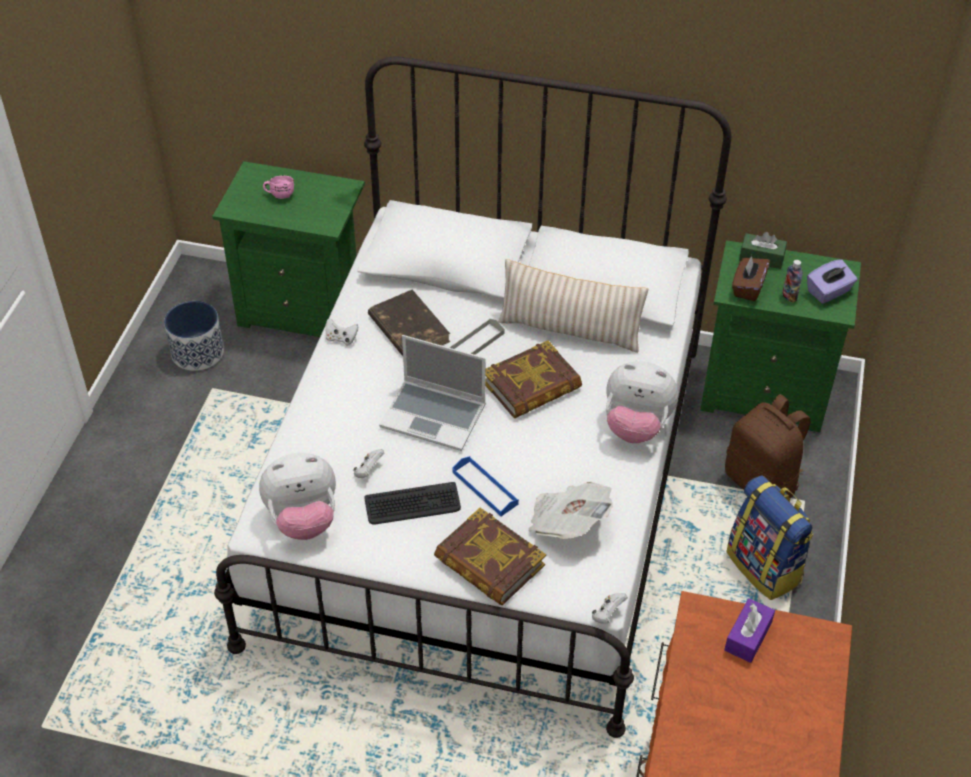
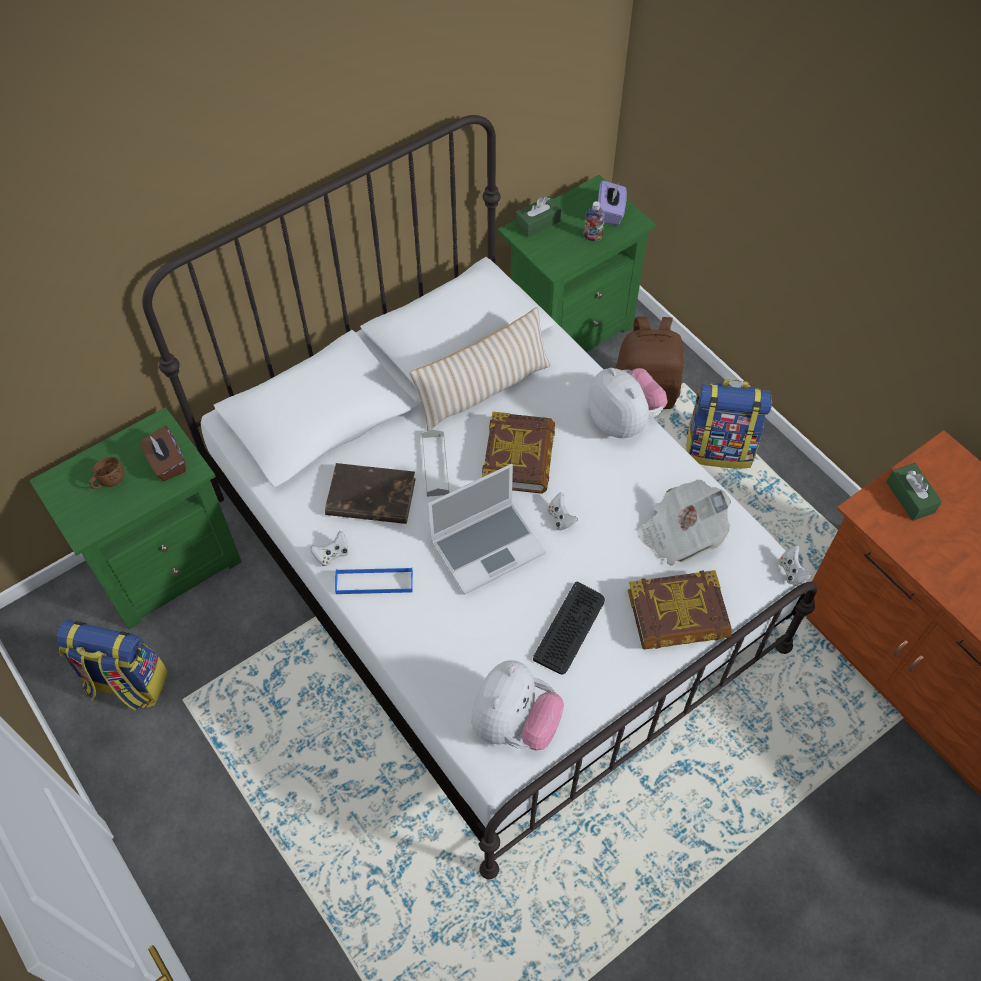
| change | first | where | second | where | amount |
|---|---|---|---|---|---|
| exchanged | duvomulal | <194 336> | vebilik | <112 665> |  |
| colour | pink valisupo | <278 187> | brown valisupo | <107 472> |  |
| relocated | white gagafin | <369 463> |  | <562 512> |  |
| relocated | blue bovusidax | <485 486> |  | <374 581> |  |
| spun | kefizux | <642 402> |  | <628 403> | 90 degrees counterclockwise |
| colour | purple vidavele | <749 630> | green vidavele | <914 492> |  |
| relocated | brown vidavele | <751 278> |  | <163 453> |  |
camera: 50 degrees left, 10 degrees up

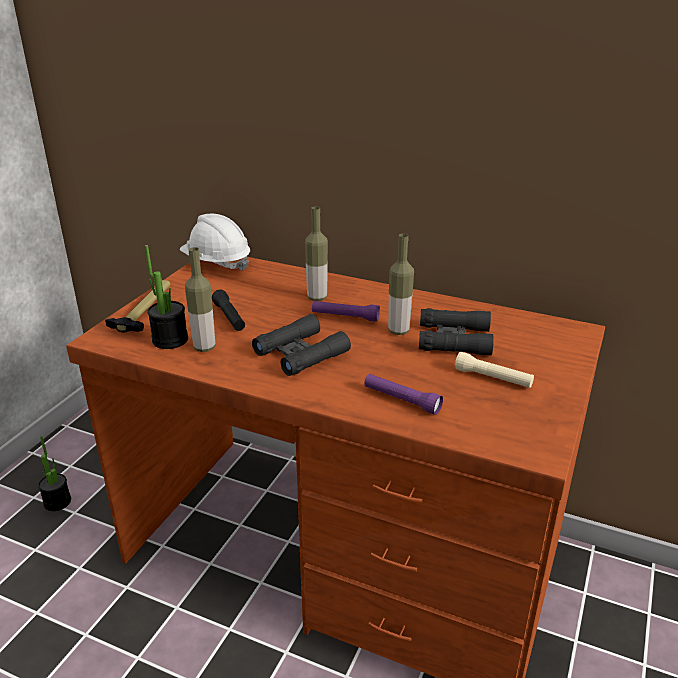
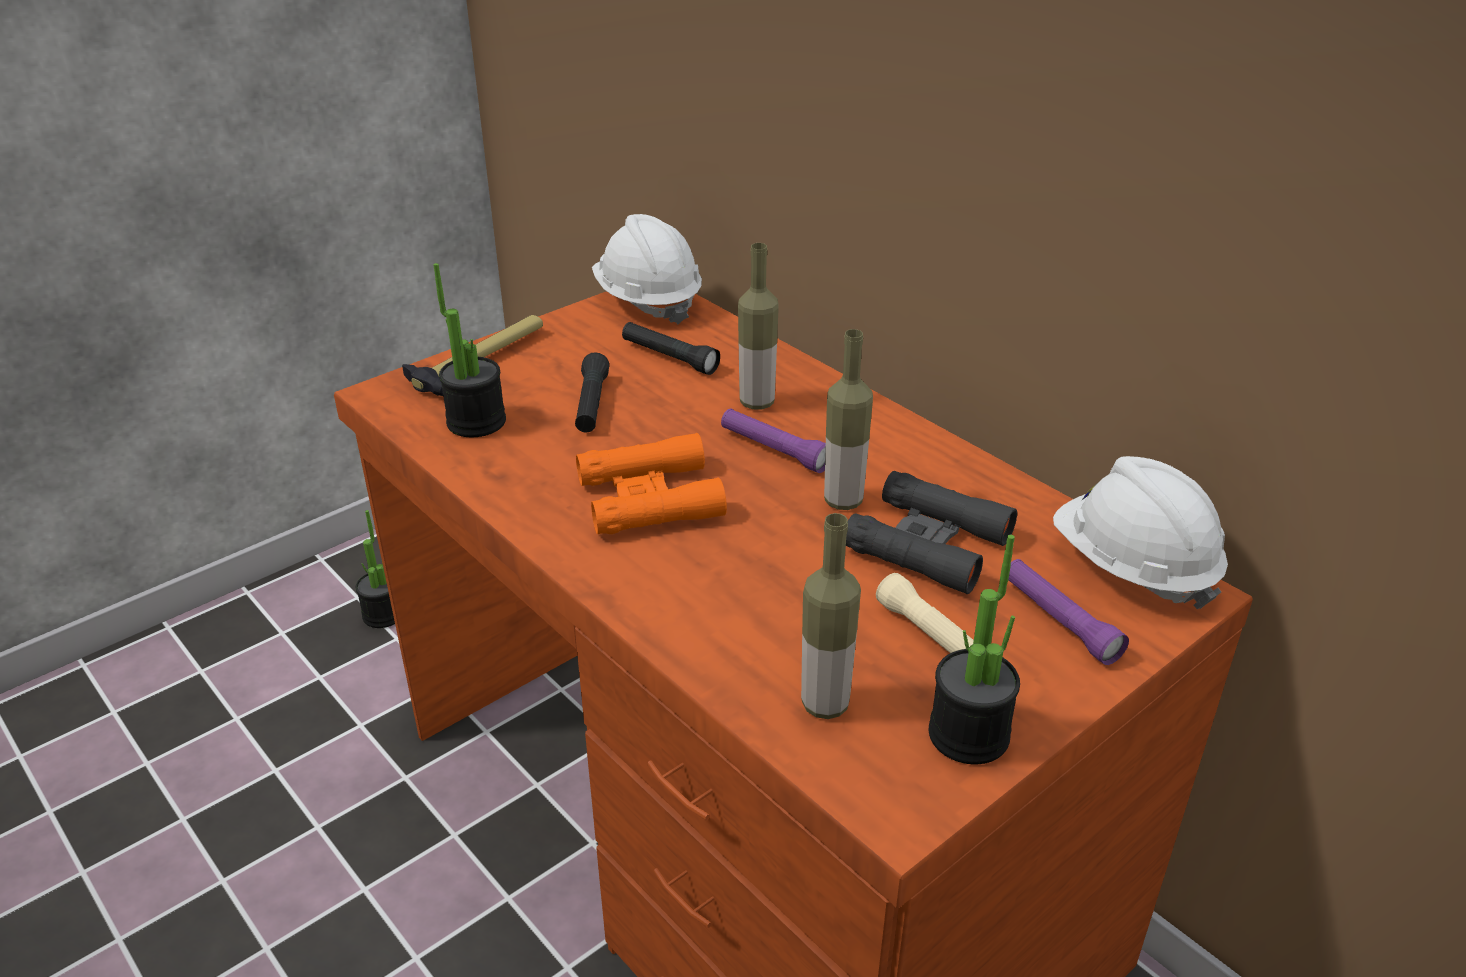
| change | first | where | second | where | amount |
|---|---|---|---|---|---|
| relocated | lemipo | <200 299> |  | <831 616> |  |
| colour | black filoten | <301 345> | orange filoten | <651 483> |  |
| relocated | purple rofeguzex | <403 394> |  | <1068 612> |  |
| appeared |  |  | black rofeguzex | <671 348> |  |
| appeared |  |  | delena | <974 649> |  |
| appeared |  |  | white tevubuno | <1140 532> |  |
camera: 25 degrees right, 5 degrees up

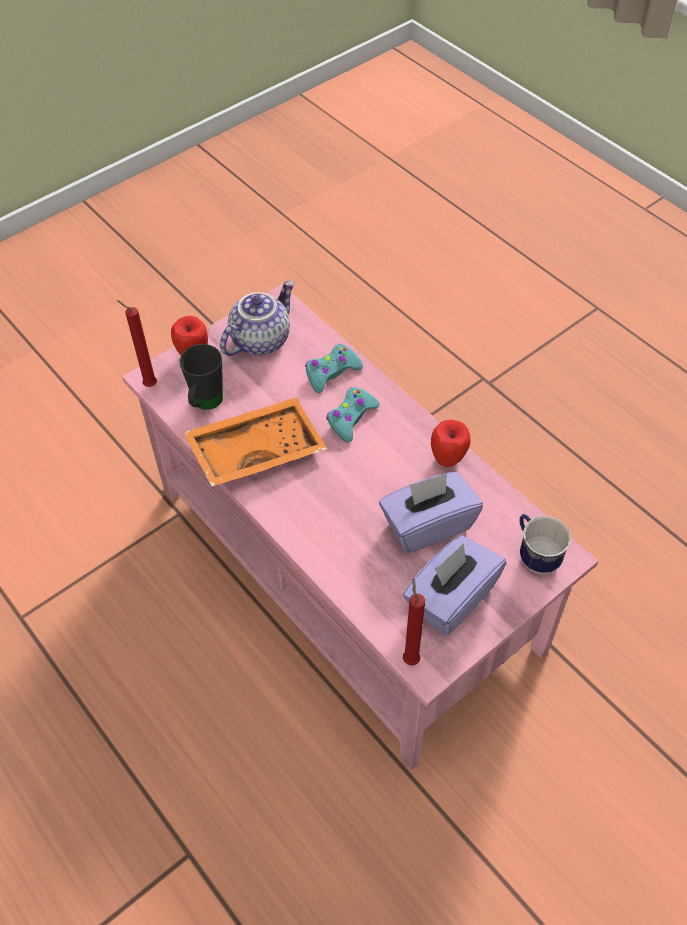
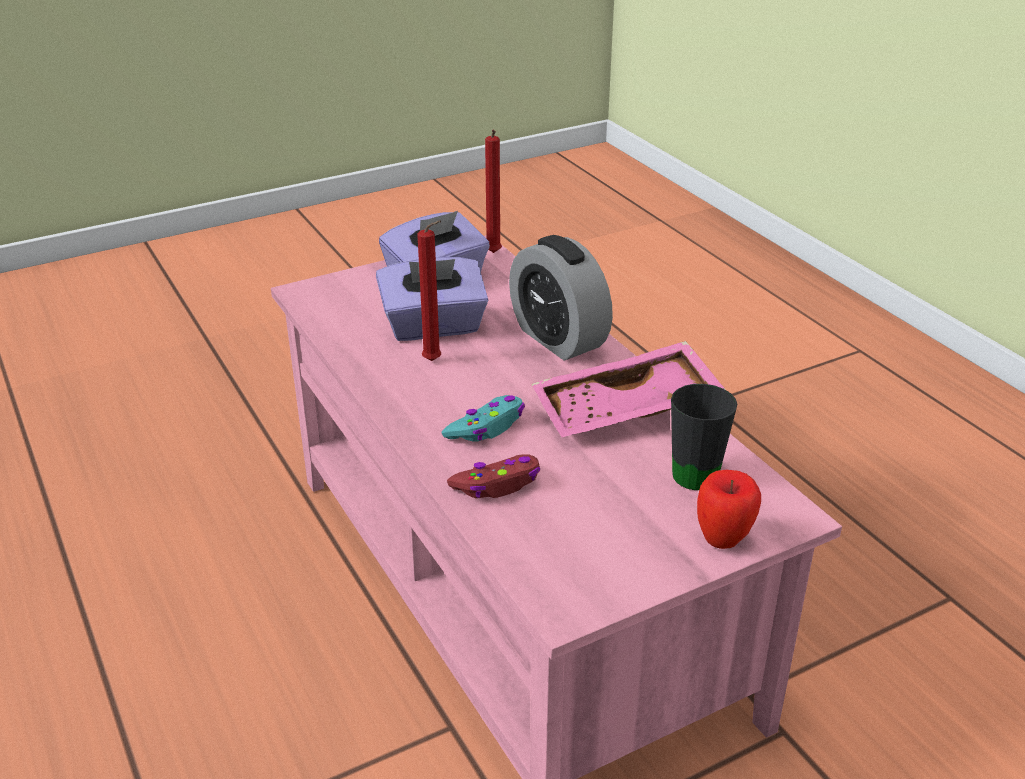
| change | first | where | second | where | amount |
|---|---|---|---|---|---|
| relocated | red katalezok | <137 343> |  | <429 290> |  |
| colour | orange bovusidax | <255 442> | pink bovusidax | <628 389> |  |
| missing | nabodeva | <257 318> |  |  |  |
| colour | turquoise gagafin | <334 368> | red gagafin | <493 476> |  |
| missing | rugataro | <450 443> |  |  |  |
| missing | valisupo | <545 544> |  |  |  |
| appeared |  |  | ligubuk | <561 297> |  |
camera: 170 degrees left, 20 degrees down

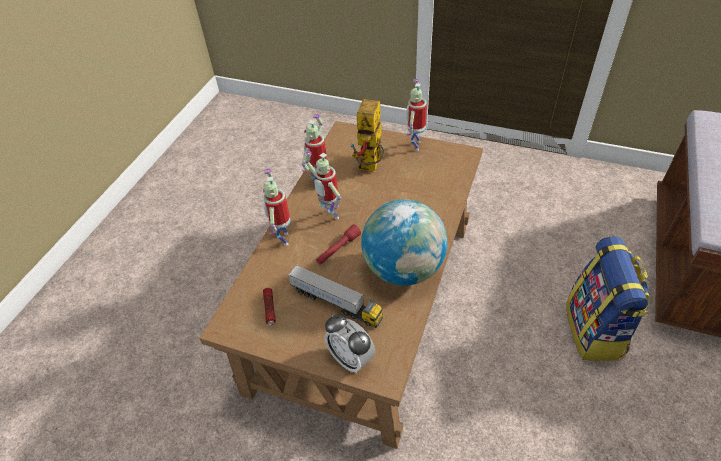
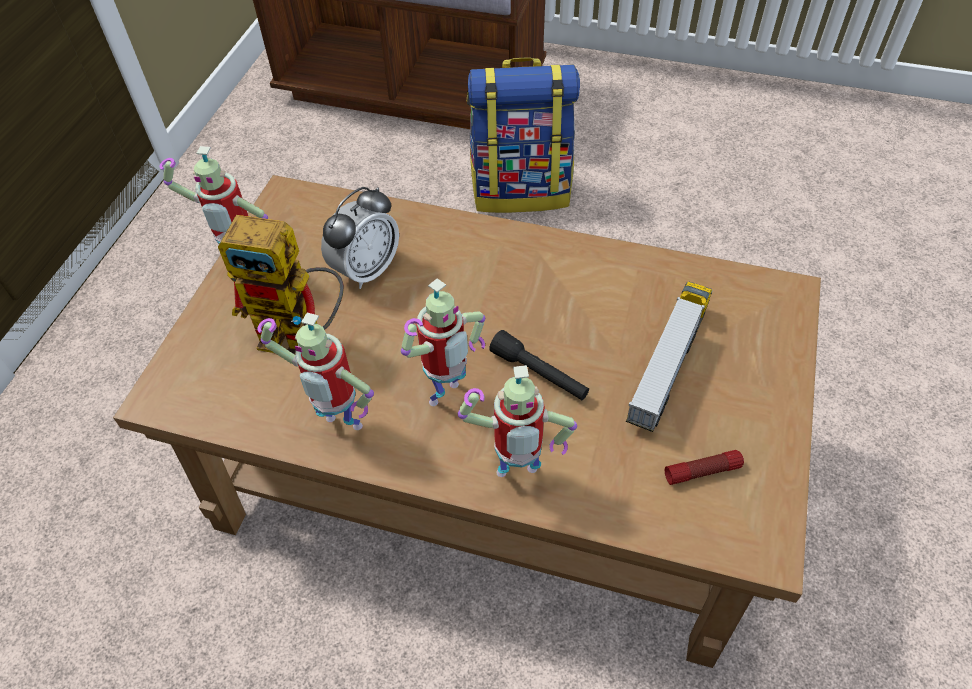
| change | first | where | second | where | amount |
|---|---|---|---|---|---|
| colour | red rofeguzex | <338 244> | black rofeguzex | <539 365> |  |
| relocated | ligubuk | <350 344> |  | <360 238> |  |
| missing | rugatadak | <404 242> |  |  |  |
camera: 95 degrees left, 5 degrees up

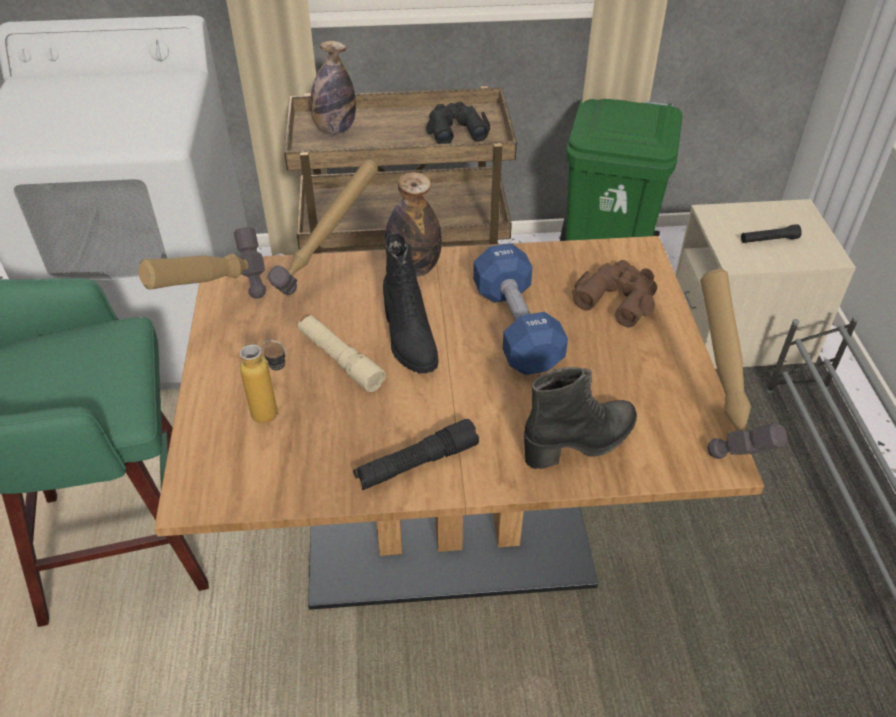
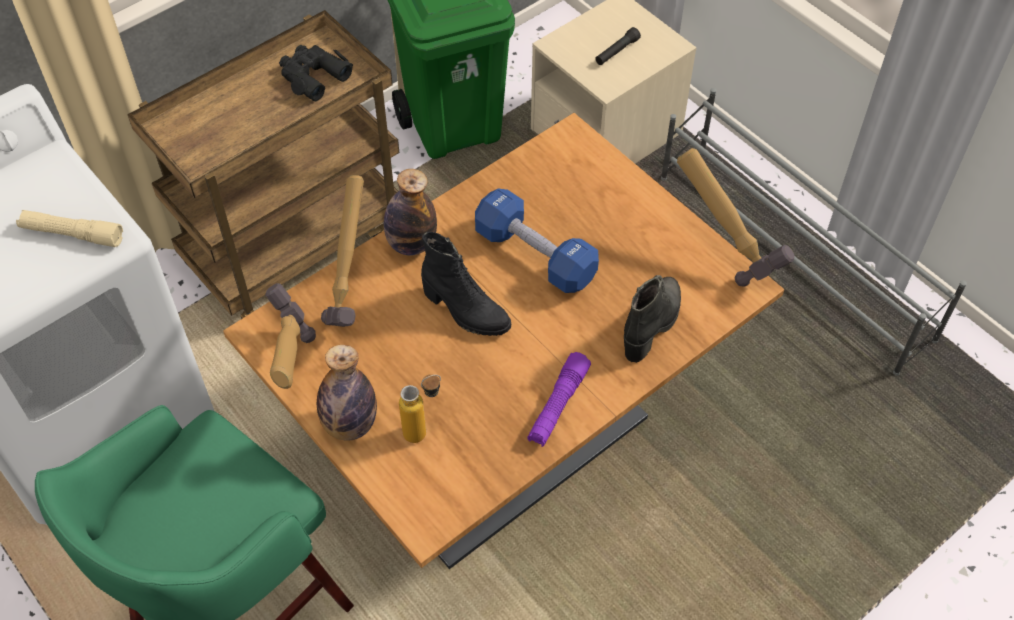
| change | first | where | second | where | amount |
|---|---|---|---|---|---|
| relocated | beige rofeguzex | <342 353> |  | <69 228> |  |
| relocated | lemipo | <333 87> |  | <347 393> |  |
| colour | black rofeguzex | <416 454> | purple rofeguzex | <559 399> |  |
| missing | brown filoten | <614 293> |  |  |  |
camera: 35 degrees left, 10 degrees up

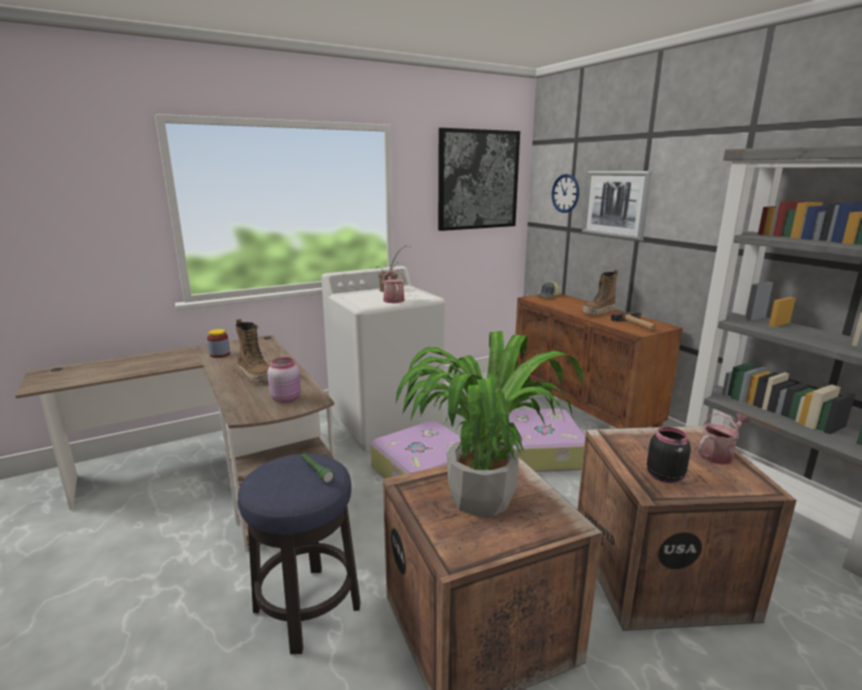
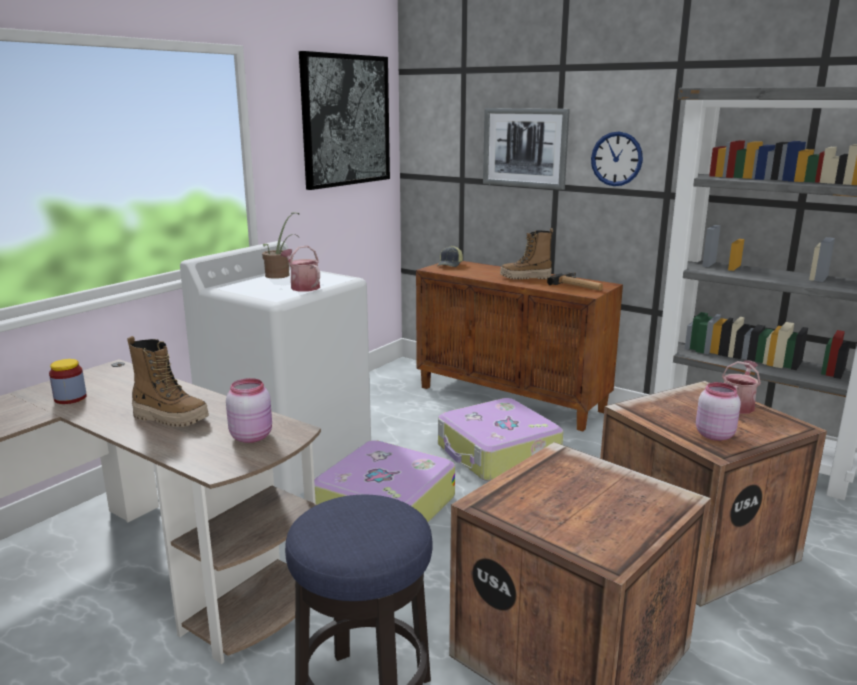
| change | first | where | second | where | amount |
|---|---|---|---|---|---|
| missing | green rofeguzex | <317 468> |  |  |  |
| missing | delena | <489 424> |  |  |  |
| relocated | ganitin | <565 193> |  | <617 158> |  |
| spun | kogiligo | <600 292> |  | <526 253> | 60 degrees clockwise |
| colour | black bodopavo | <669 455> | pink bodopavo | <718 411> |  |
camera: 25 degrees left, 0 degrees up

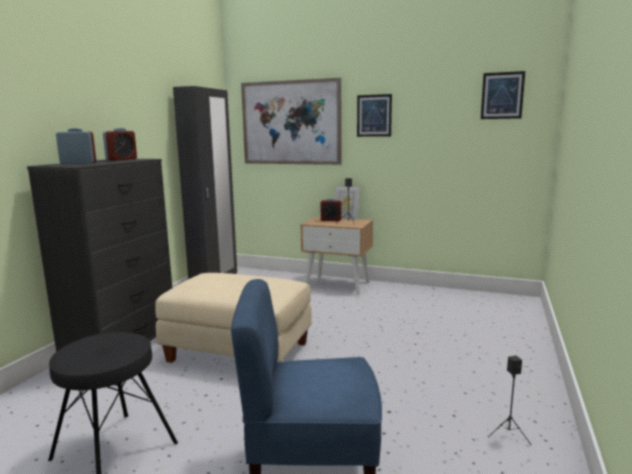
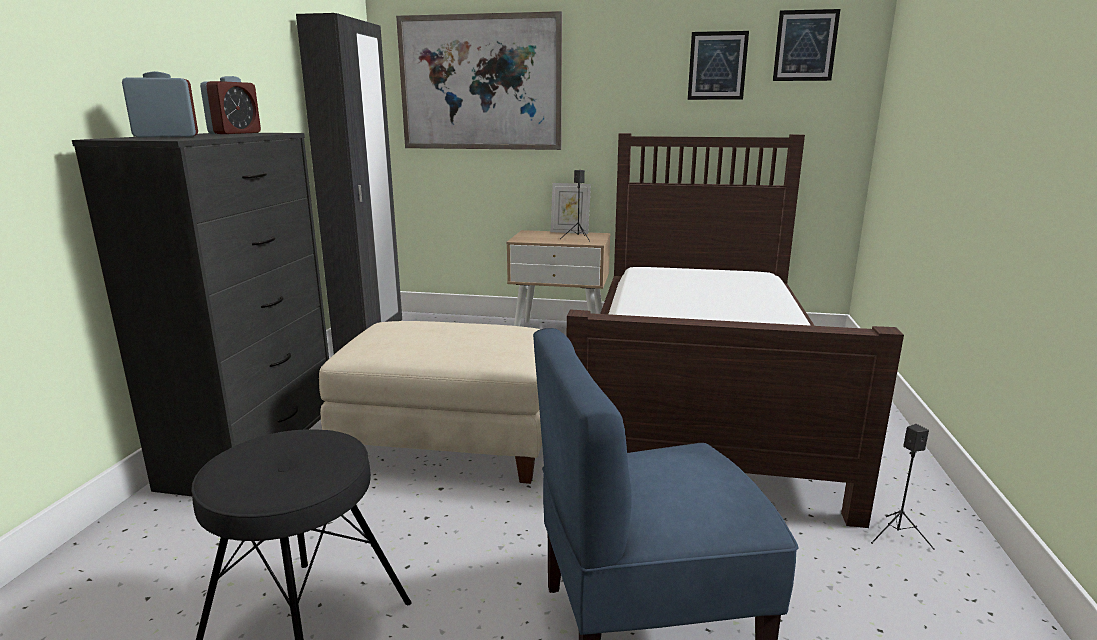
| change | first | where | second | where | amount |
|---|---|---|---|---|---|
| missing | ligubuk | <331 209> |  |  |  |
| relocated | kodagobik | <374 115> |  | <718 65> |  |
| appeared |  |  | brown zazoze | <735 330> |  |
camera: 10 degrees left, 5 degrees up

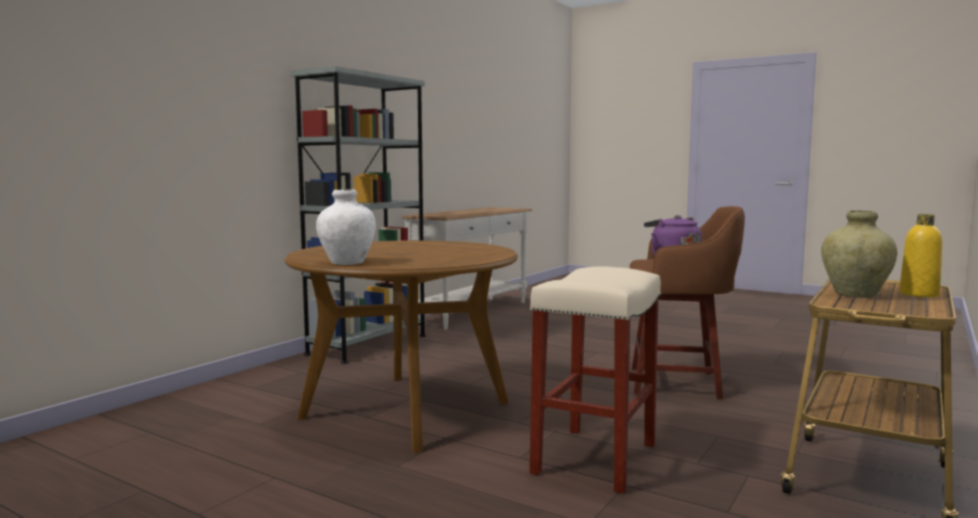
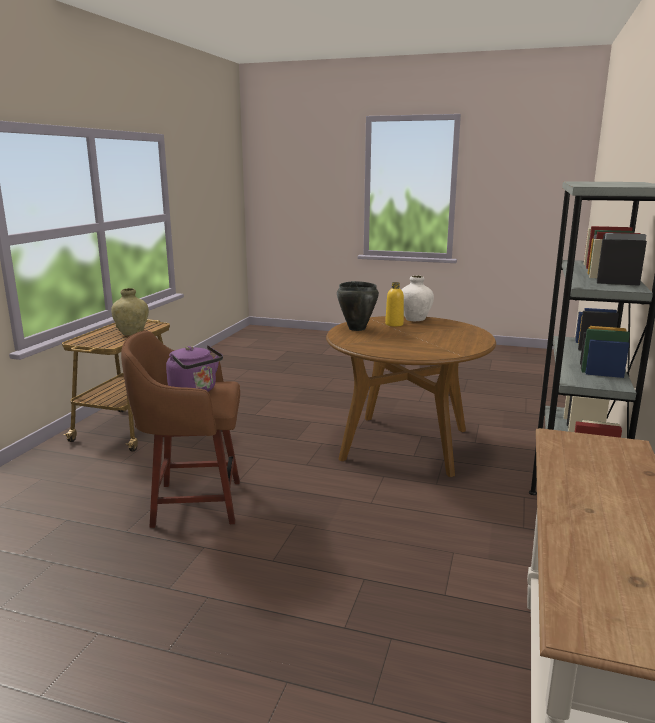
| change | first | where | second | where | amount |
|---|---|---|---|---|---|
| missing | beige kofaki | <595 380> |  |  |  |
| relocated | yellow lemipo | <921 255> |  | <394 304> |  |
| appeared |  |  | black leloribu | <358 306> |  |
camera: 165 degrees right, 10 degrees up

